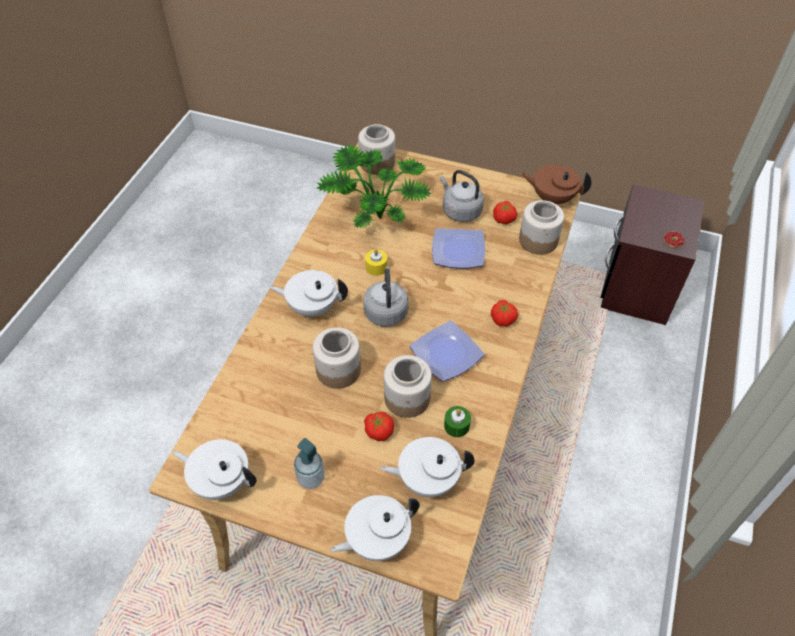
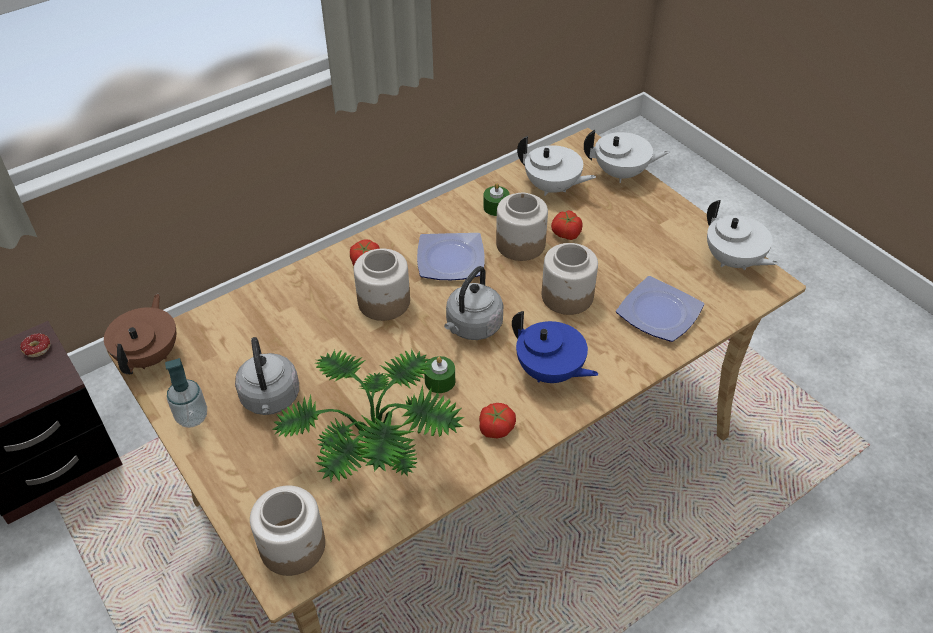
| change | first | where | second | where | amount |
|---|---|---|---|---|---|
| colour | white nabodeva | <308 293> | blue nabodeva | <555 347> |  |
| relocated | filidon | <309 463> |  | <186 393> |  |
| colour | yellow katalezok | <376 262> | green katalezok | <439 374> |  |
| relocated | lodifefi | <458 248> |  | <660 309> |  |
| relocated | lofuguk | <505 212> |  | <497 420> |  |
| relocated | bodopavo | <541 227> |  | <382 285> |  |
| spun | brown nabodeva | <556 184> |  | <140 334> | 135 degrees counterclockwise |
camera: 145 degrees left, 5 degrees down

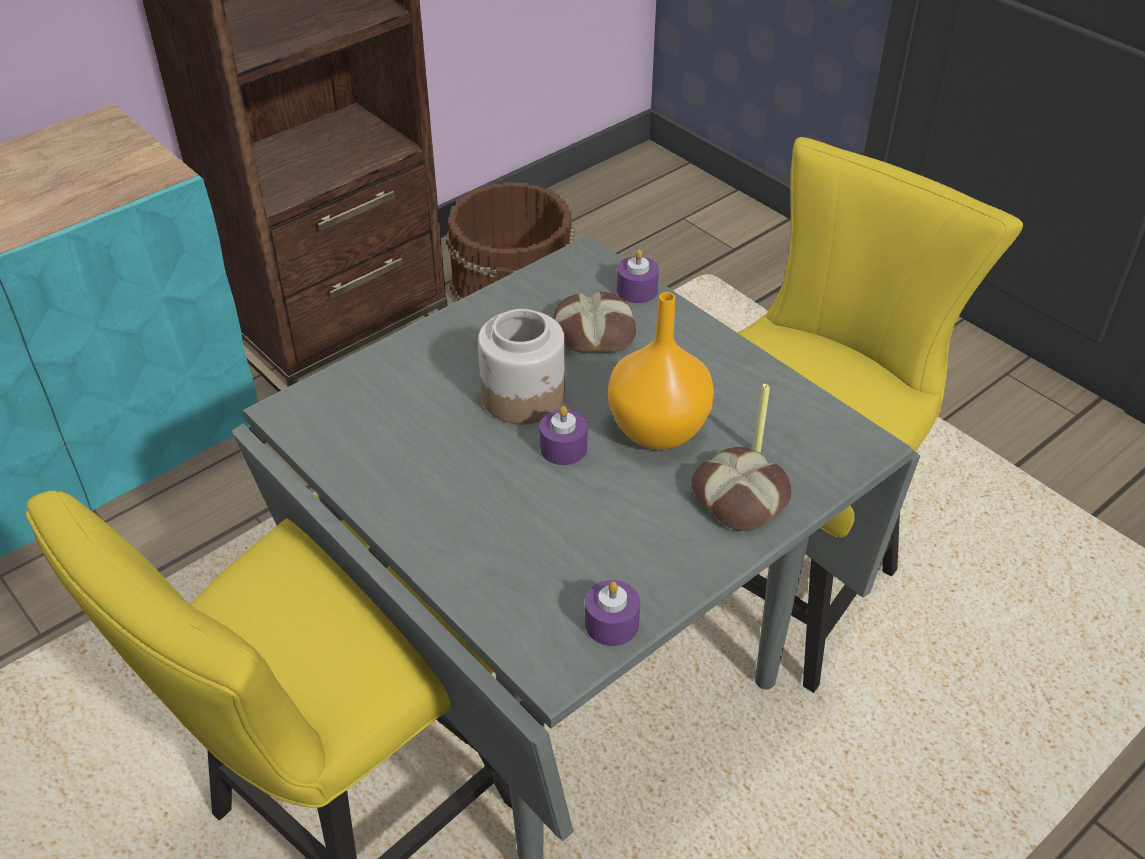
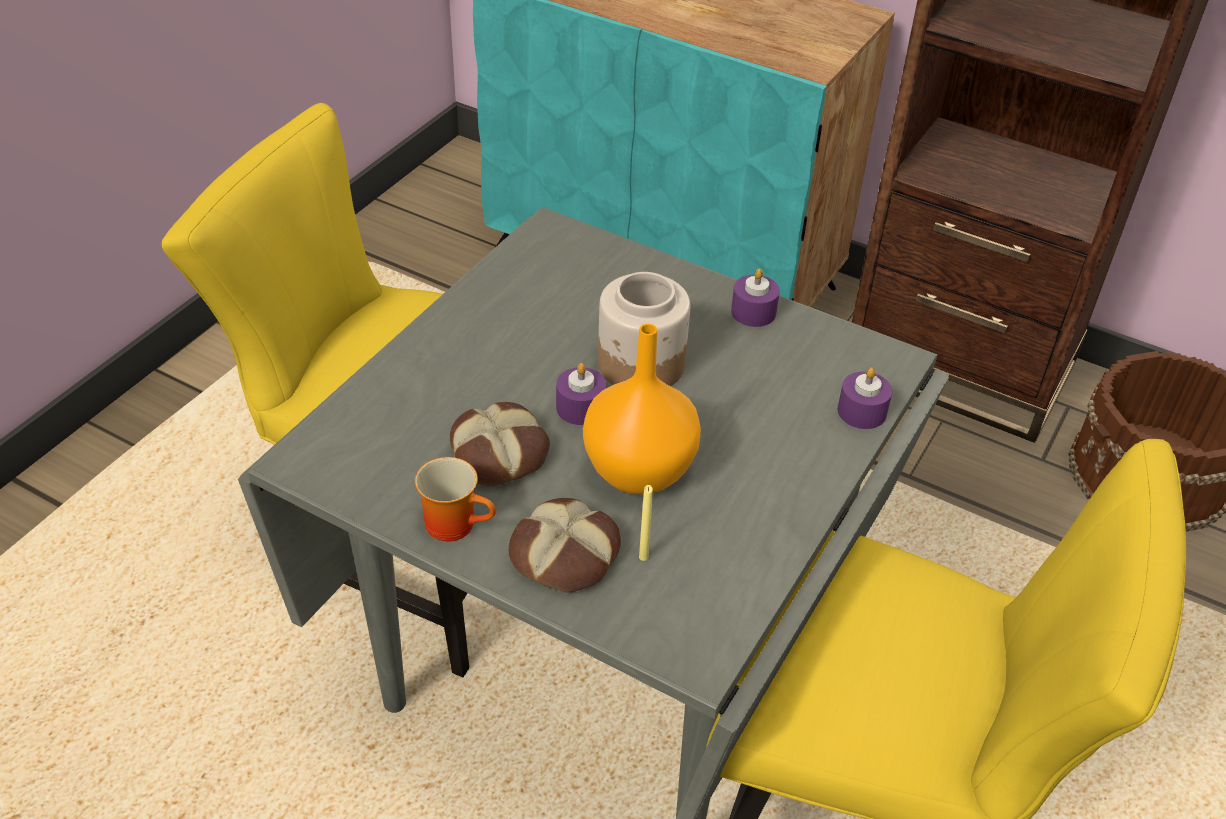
| change | first | where | second | where | amount |
|---|---|---|---|---|---|
| relocated | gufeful | <595 322> |  | <500 444> |  |
| relocated | purple katalezok | <612 613> |  | <755 298> |  |
| appeared |  |  | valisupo | <455 499> |  |
camera: 70 degrees right, 0 degrees up

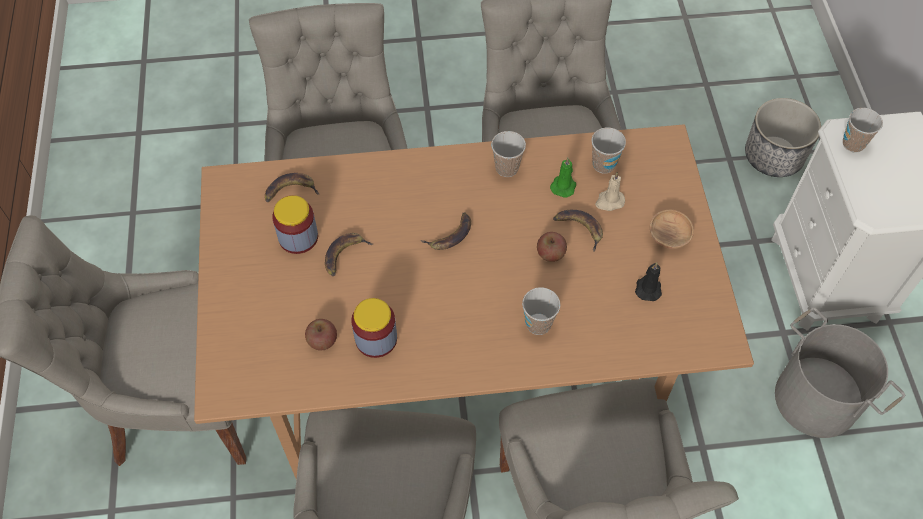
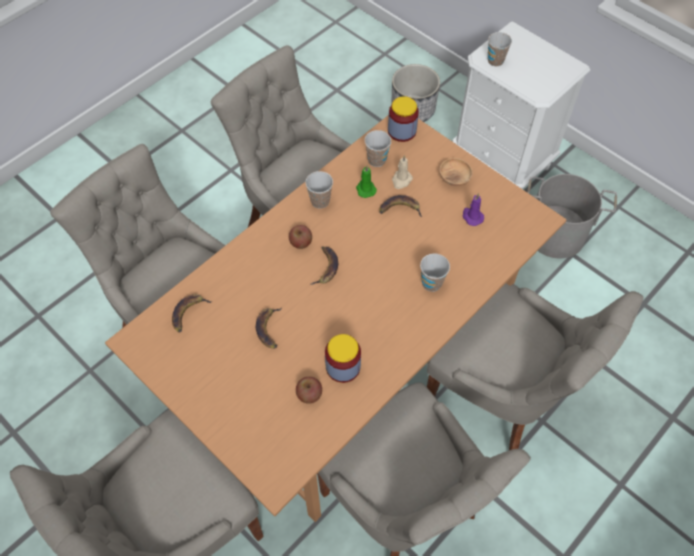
| change | first | where | second | where | amount |
|---|---|---|---|---|---|
| relocated | bodopavo | <295 224> |  | <403 119> |  |
| relocated | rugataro | <552 247> |  | <300 237> |  |
| colour | black katalezok | <648 281> | purple katalezok | <473 209> |  |
camera: 40 degrees left, 0 degrees up

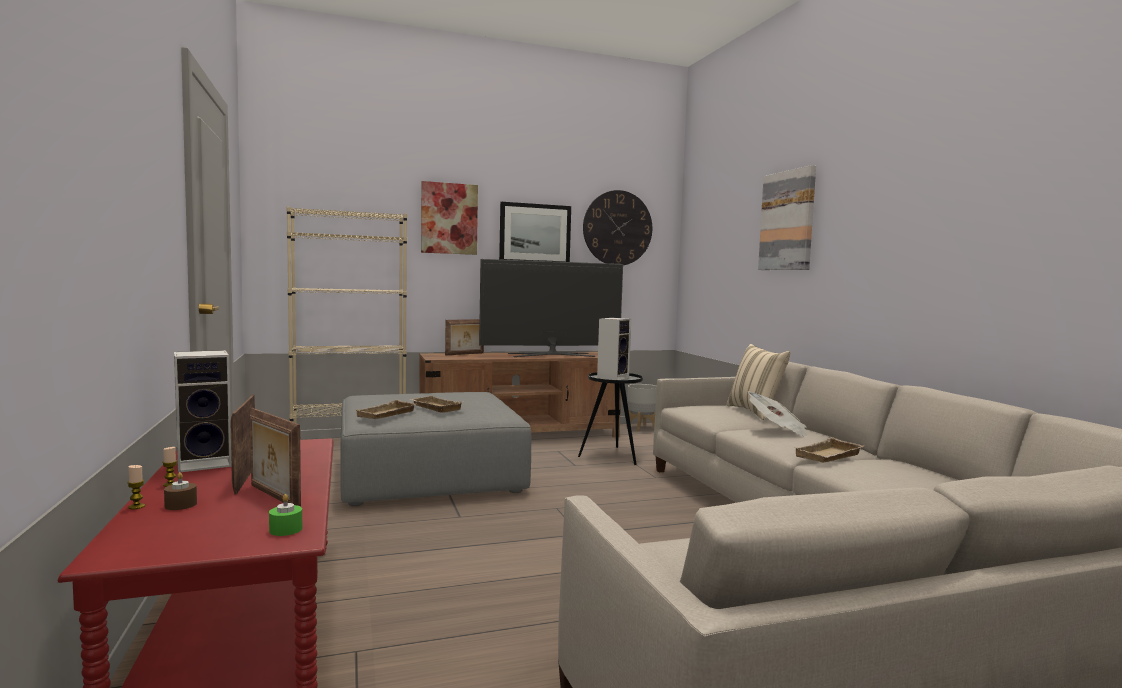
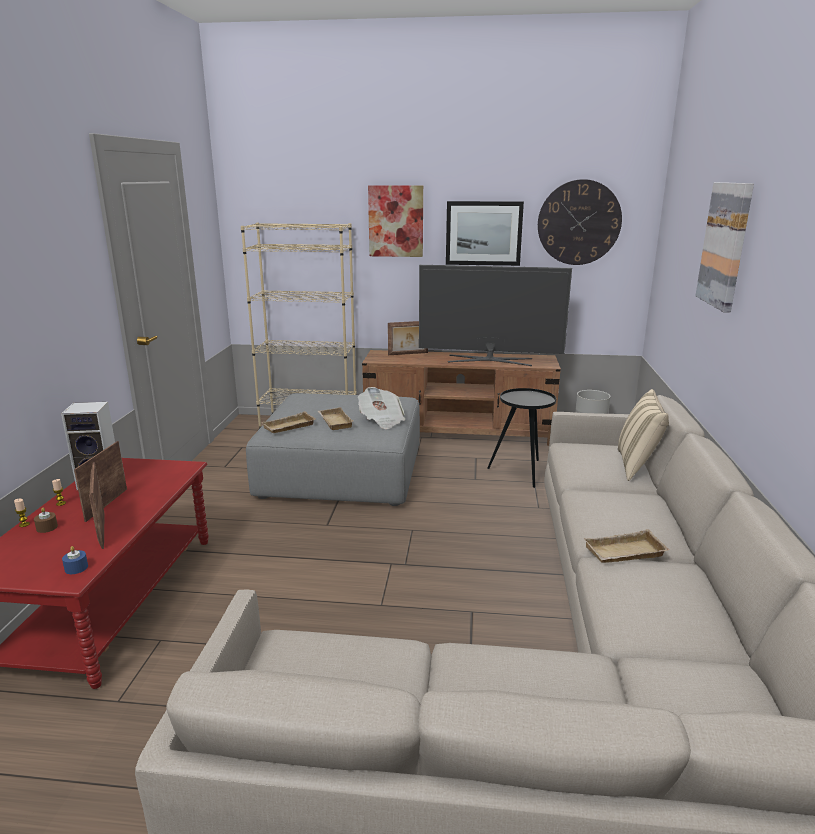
| change | first | where | second | where | amount |
|---|---|---|---|---|---|
| colour | green katalezok | <285 515> | blue katalezok | <75 560> |  |
| missing | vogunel | <614 349> |  |  |  |
| relocated | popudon | <777 414> |  | <381 408> |  |
camera: 25 degrees right, 15 degrees up

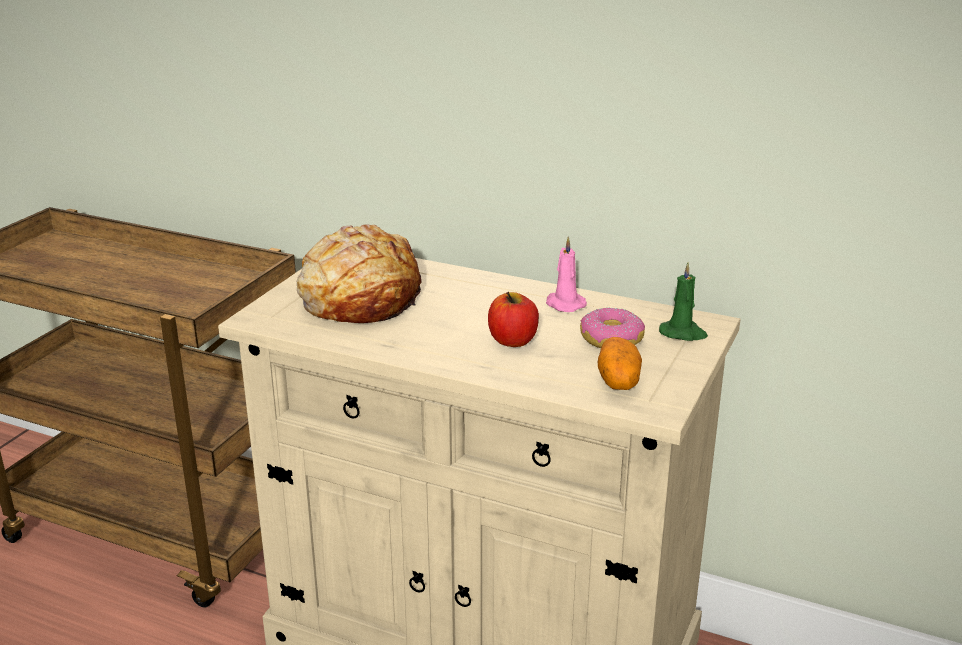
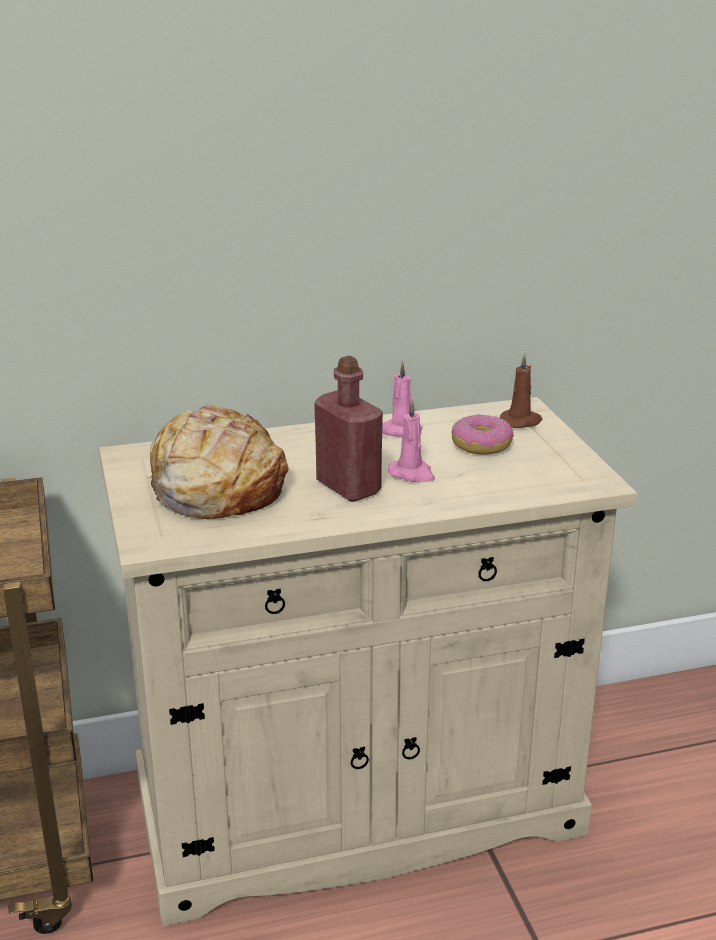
| change | first | where | second | where | amount |
|---|---|---|---|---|---|
| exchanged | rugataro | <513 319> | pink katalezok | <411 441> |  |
| missing | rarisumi | <620 363> |  |  |  |
| colour | green katalezok | <683 301> | brown katalezok | <521 391> |  |
| appeared |  |  | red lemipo | <348 429> |  |
camera: 40 degrees left, 0 degrees up

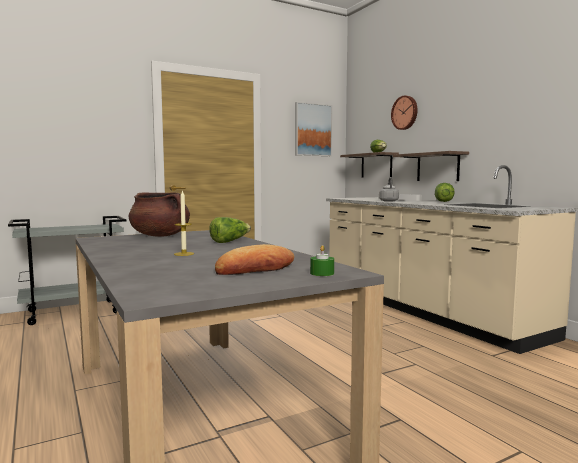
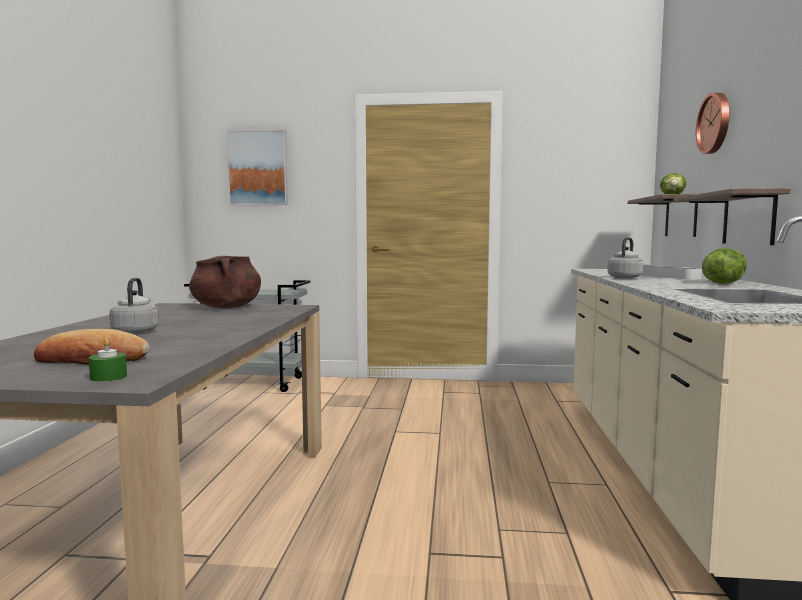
| change | first | where | second | where | amount |
|---|---|---|---|---|---|
| exchanged | katalezok | <184 223> | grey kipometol | <134 306> |  |
| missing | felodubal | <230 230> |  |  |  |
| relocated | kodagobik | <313 129> |  | <257 167> |  |
camera: 35 degrees right, 0 degrees up

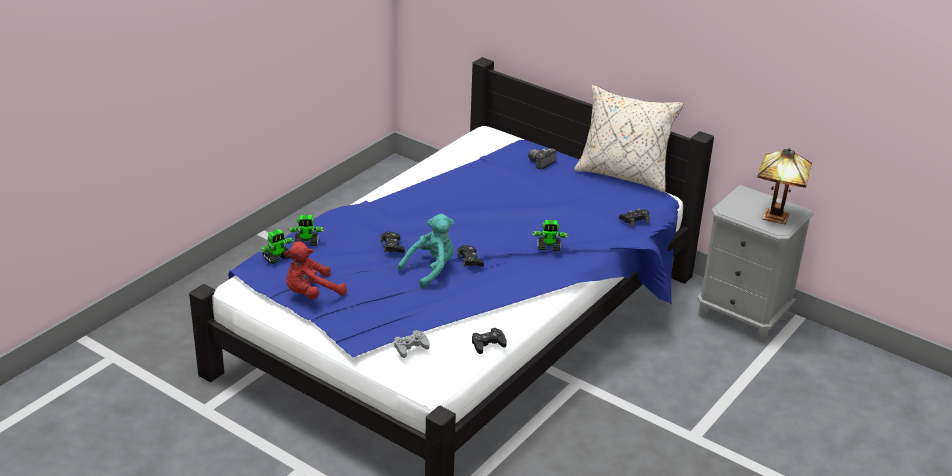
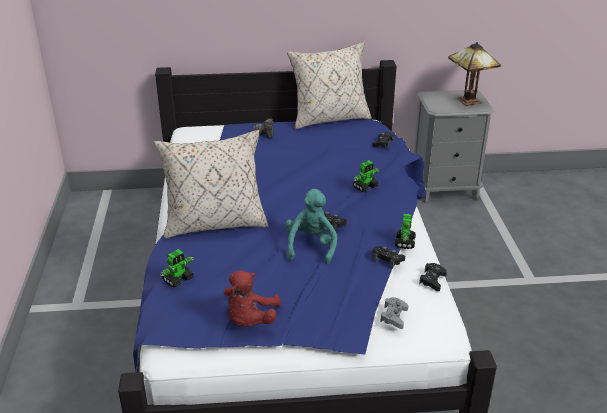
| change | first | where | second | where | amount |
|---|---|---|---|---|---|
| relocated | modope | <276 246> |  | <405 231> |  |
| relocated | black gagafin | <393 242> |  | <388 257> |  |
| appeared |  |  | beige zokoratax | <211 184> |  |
camera: 40 degrees left, 0 degrees up

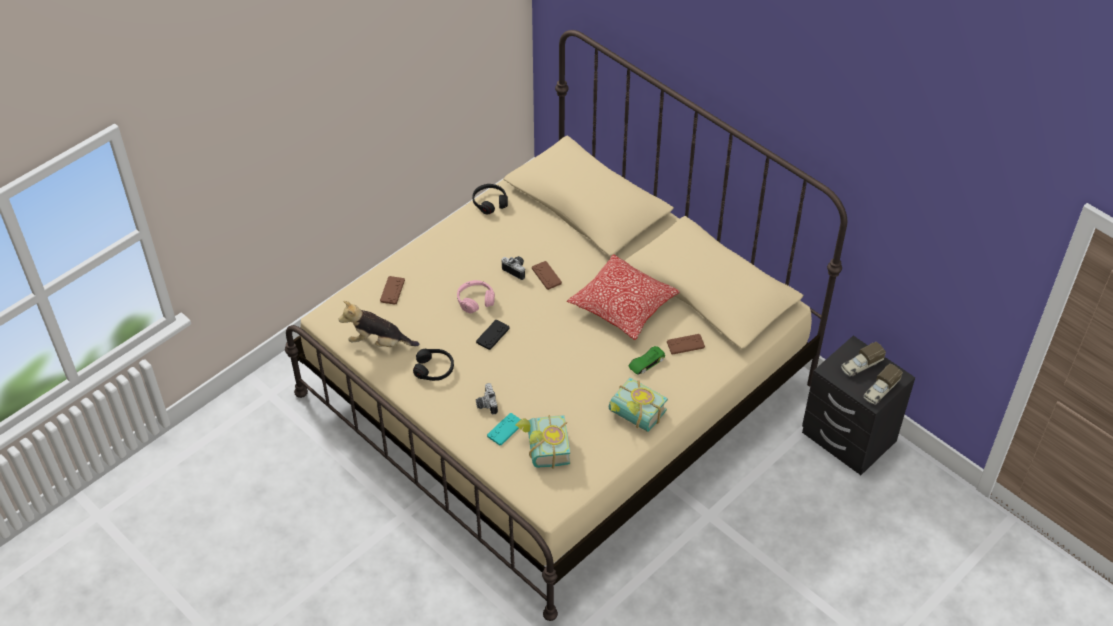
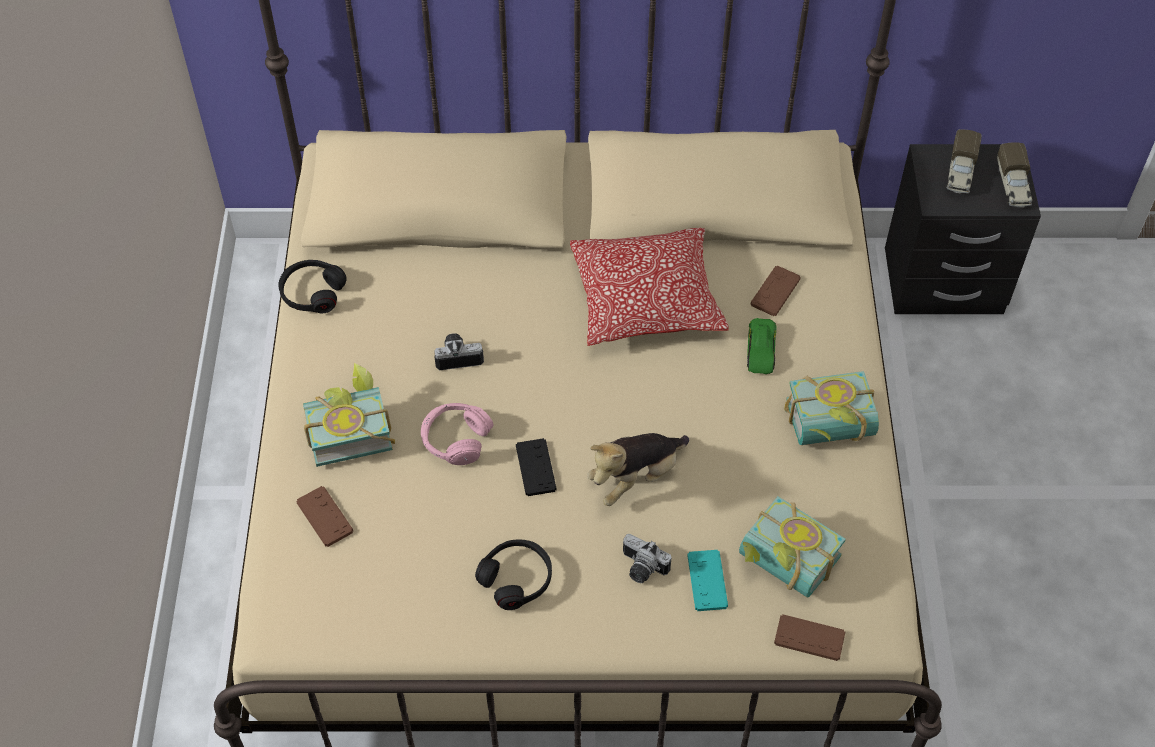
| change | first | where | second | where | amount |
|---|---|---|---|---|---|
| relocated | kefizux | <379 324> |  | <638 469> |  |
| relocated | brown gagafin | <547 275> |  | <809 637> |  |
| appeared |  |  | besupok | <349 415> |  |
camera: 45 degrees left, 5 degrees up

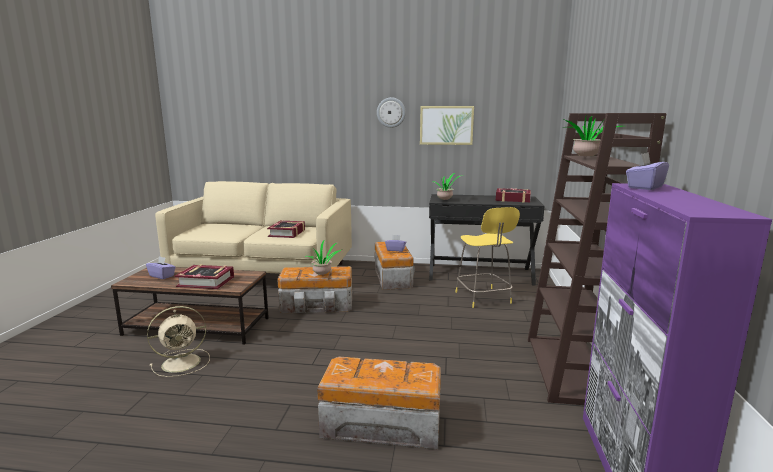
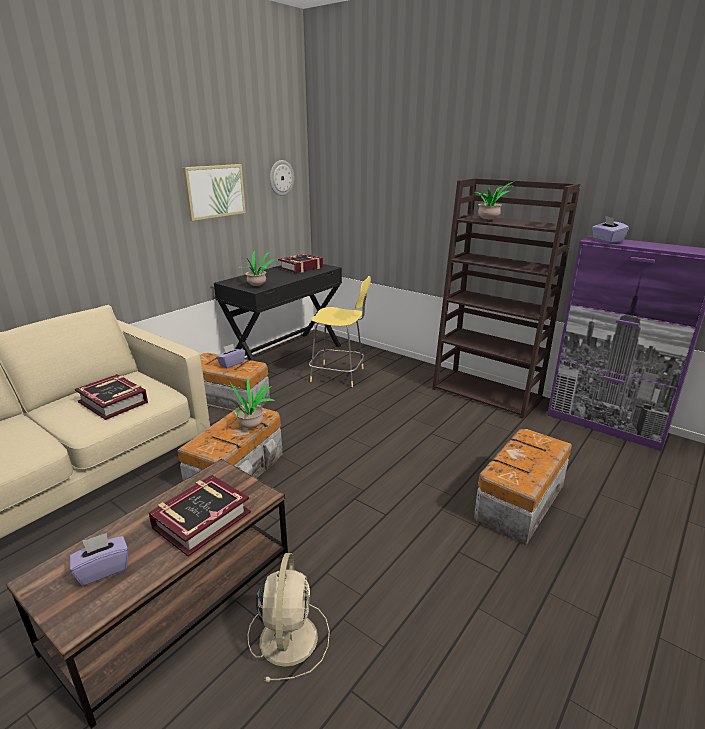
| change | first | where | second | where | amount |
|---|---|---|---|---|---|
| relocated | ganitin | <391 112> |  | <282 178> |  |
camera: 60 degrees left, 10 degrees up

